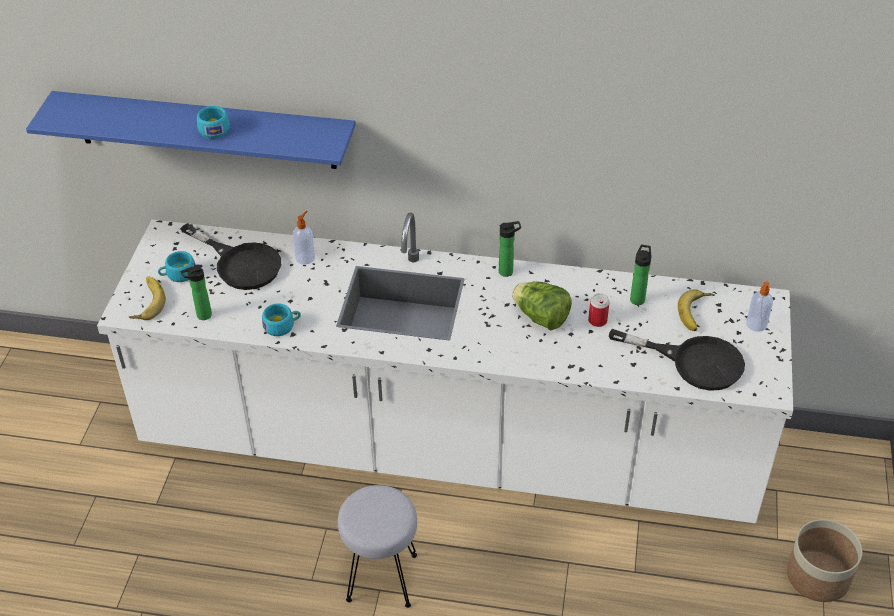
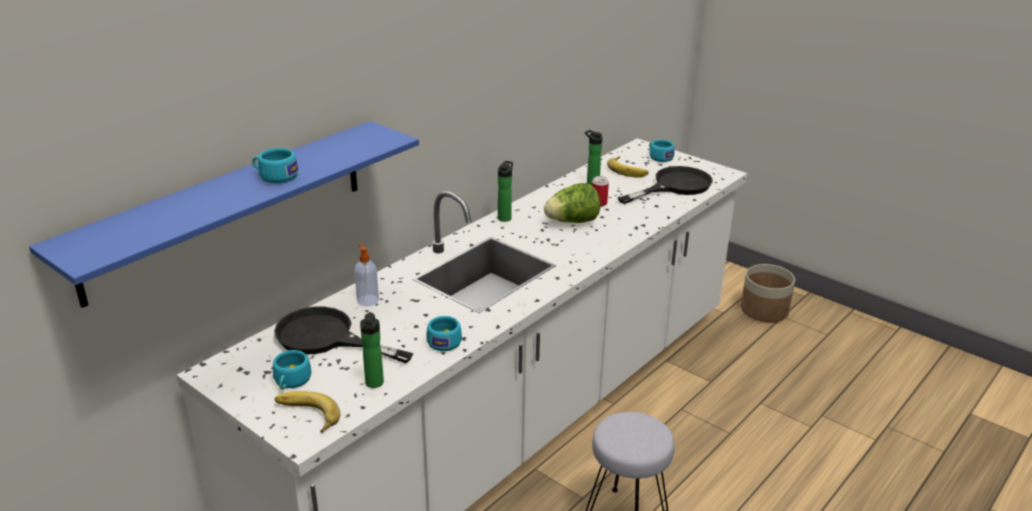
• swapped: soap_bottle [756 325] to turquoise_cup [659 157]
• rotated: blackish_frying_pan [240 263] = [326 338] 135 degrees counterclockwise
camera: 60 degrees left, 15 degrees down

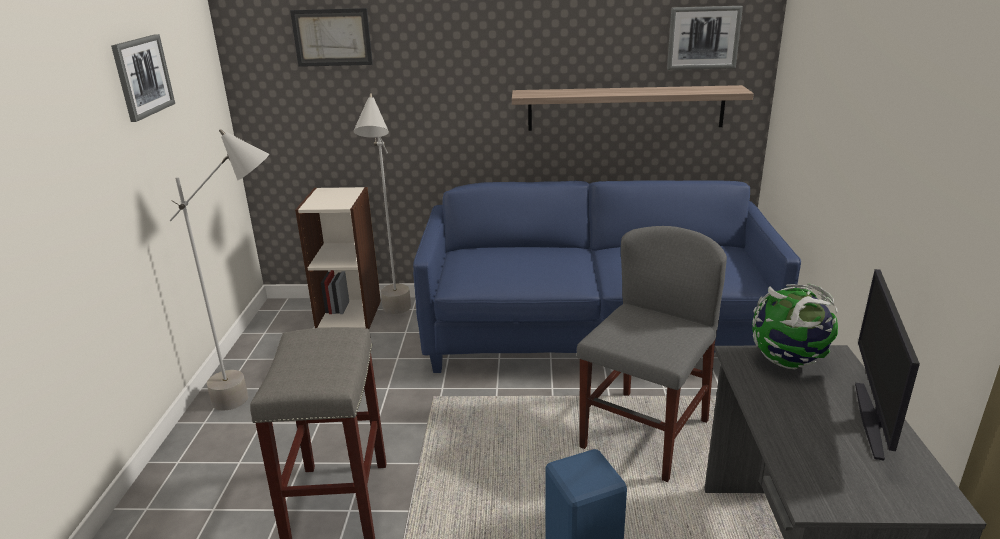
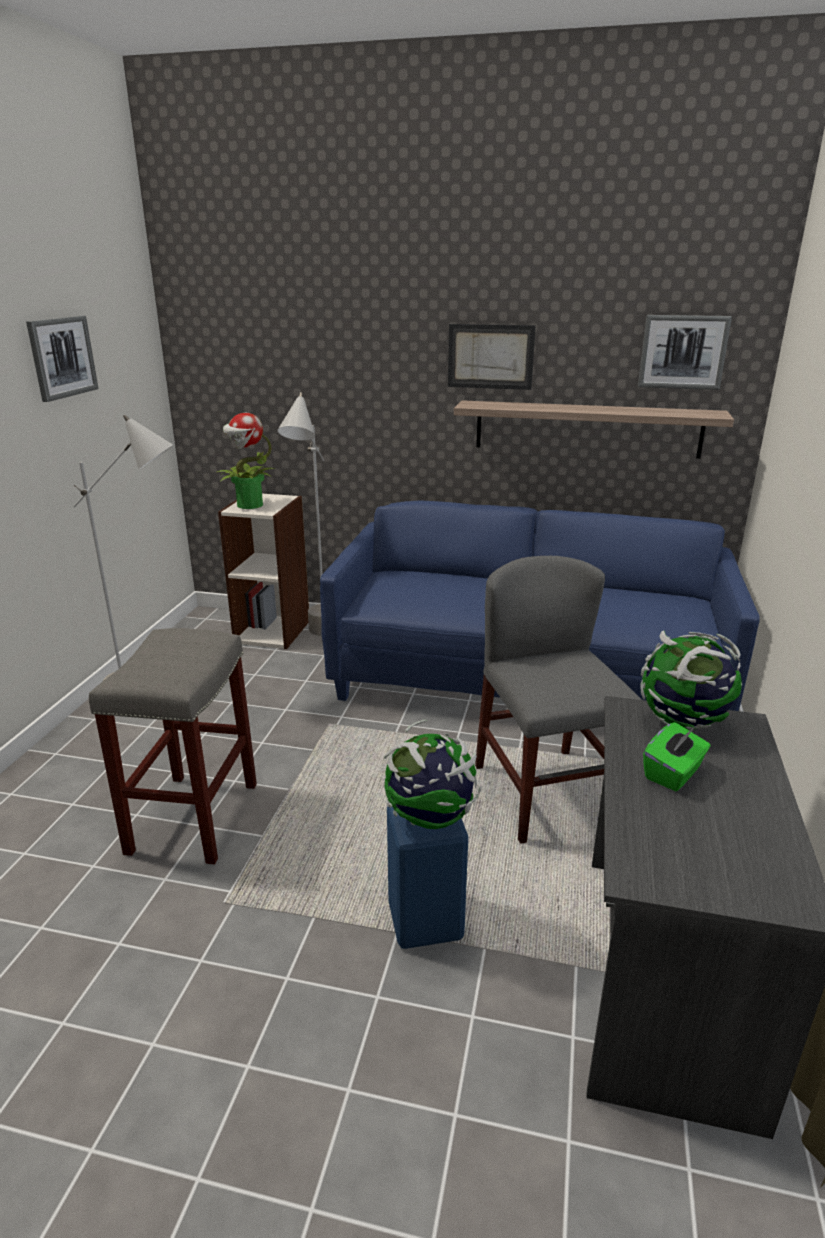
• gone: computer_display [873 420]
• new: houseplant [249 505]
• new: globe [430 818]
• new: greenish_tissue_box [673 773]
• shifted: wall_art [332 37] to [490 356]
• rotated: greyish_upright_chair [644 434] = [545 794] 60 degrees counterclockwise
camera: 10 degrees right, 0 degrees up

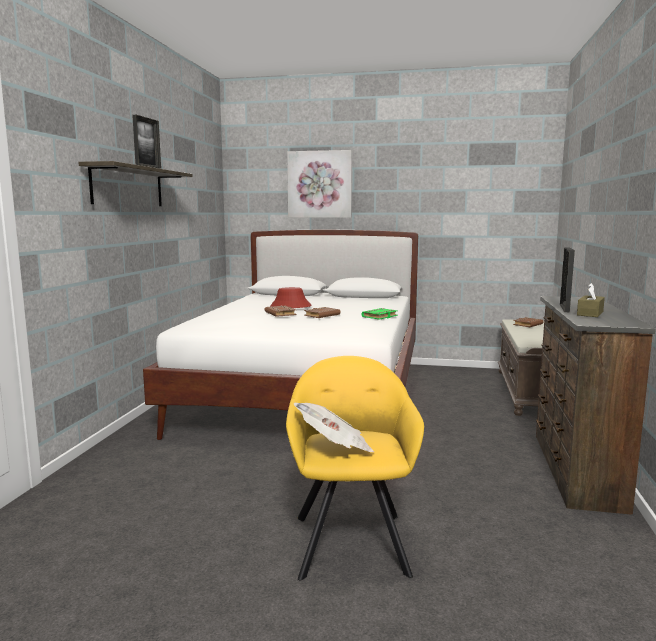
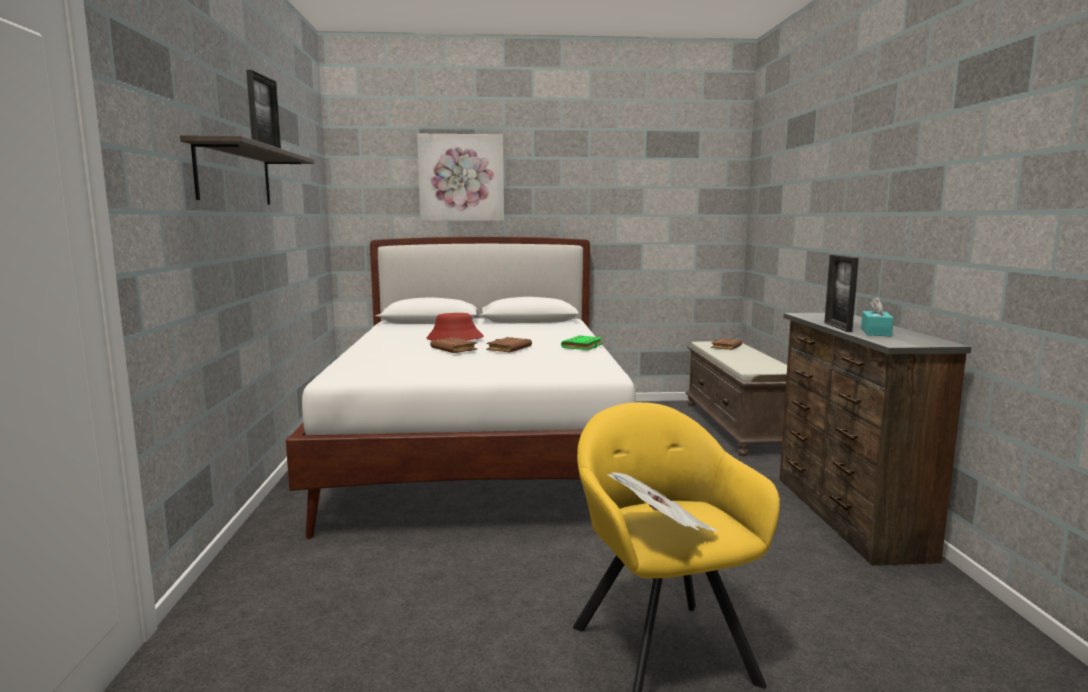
• repainted: brownish_tissue_box [590 313] to turquoise_tissue_box [875 332]
camera: 15 degrees left, 0 degrees up

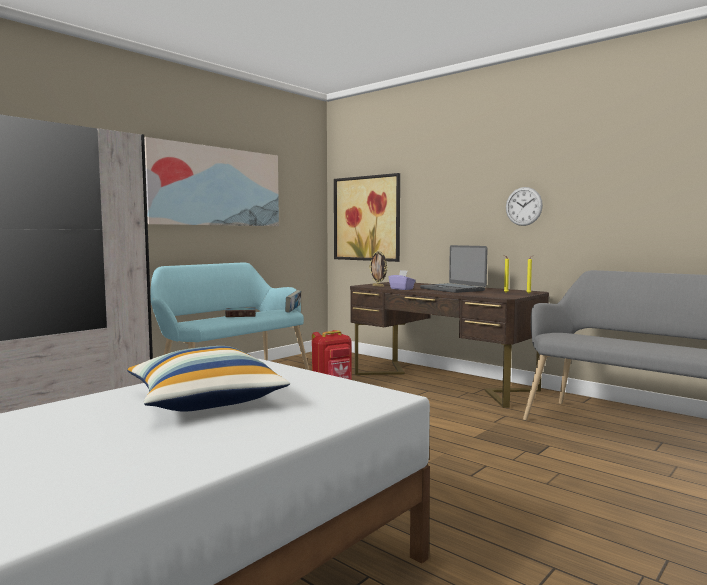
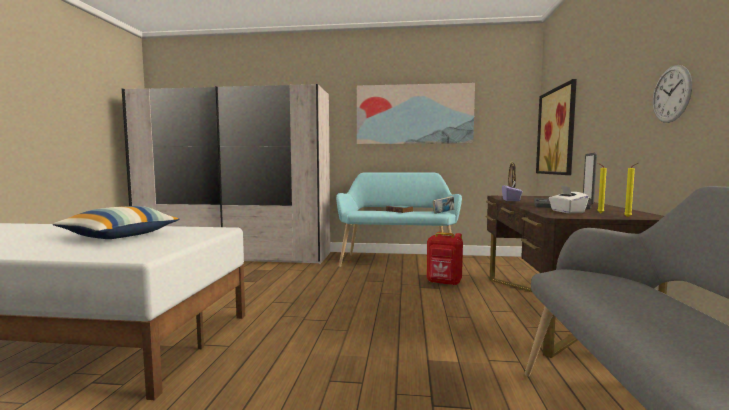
• new: whitish_tissue_box [566 212]
camera: 55 degrees right, 0 degrees up

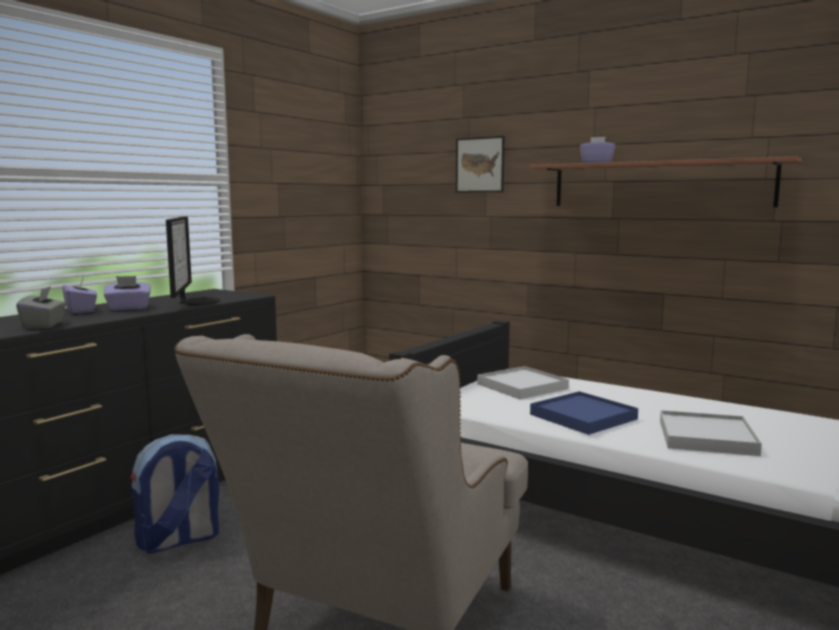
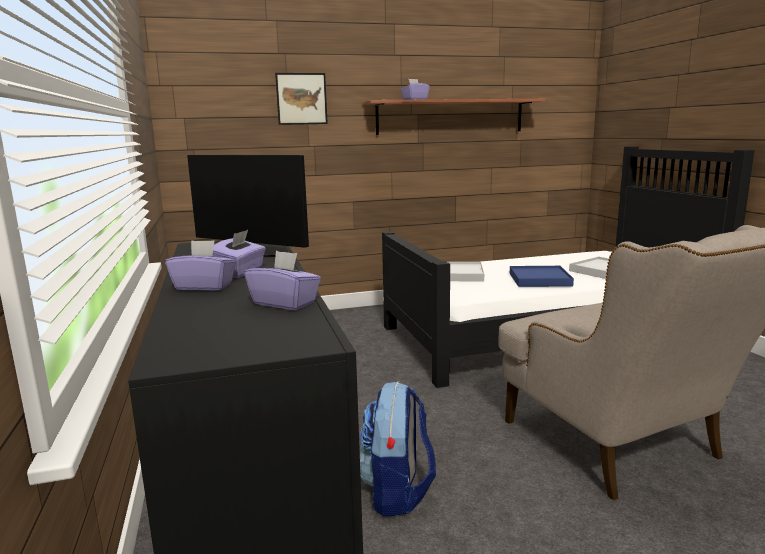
• repainted: greyish_tissue_box [44 325] to purple-coloured_tissue_box [285 303]
camera: 50 degrees left, 5 degrees up

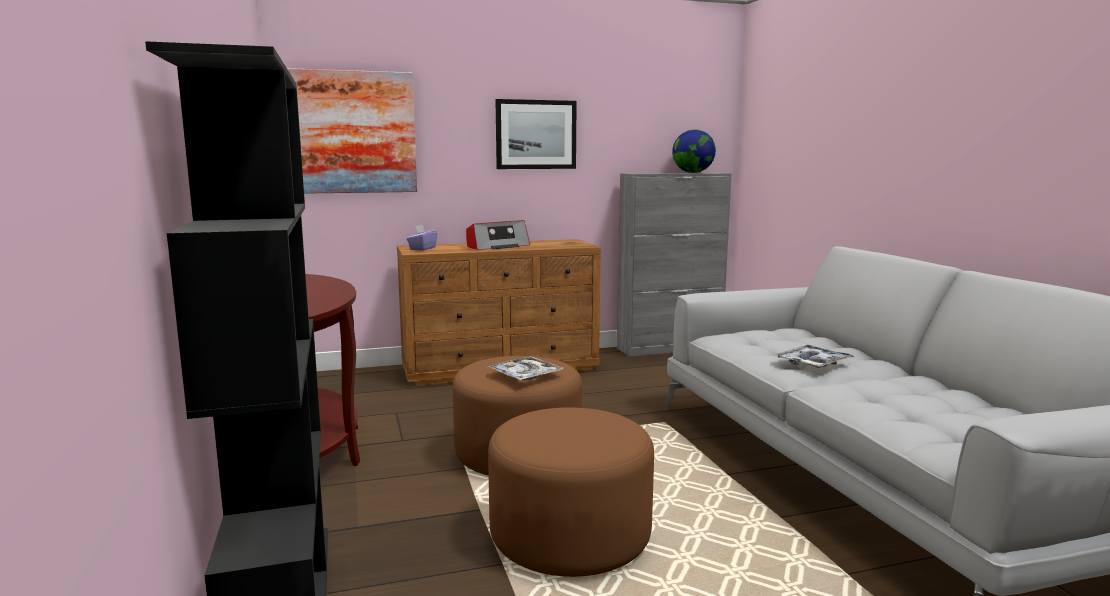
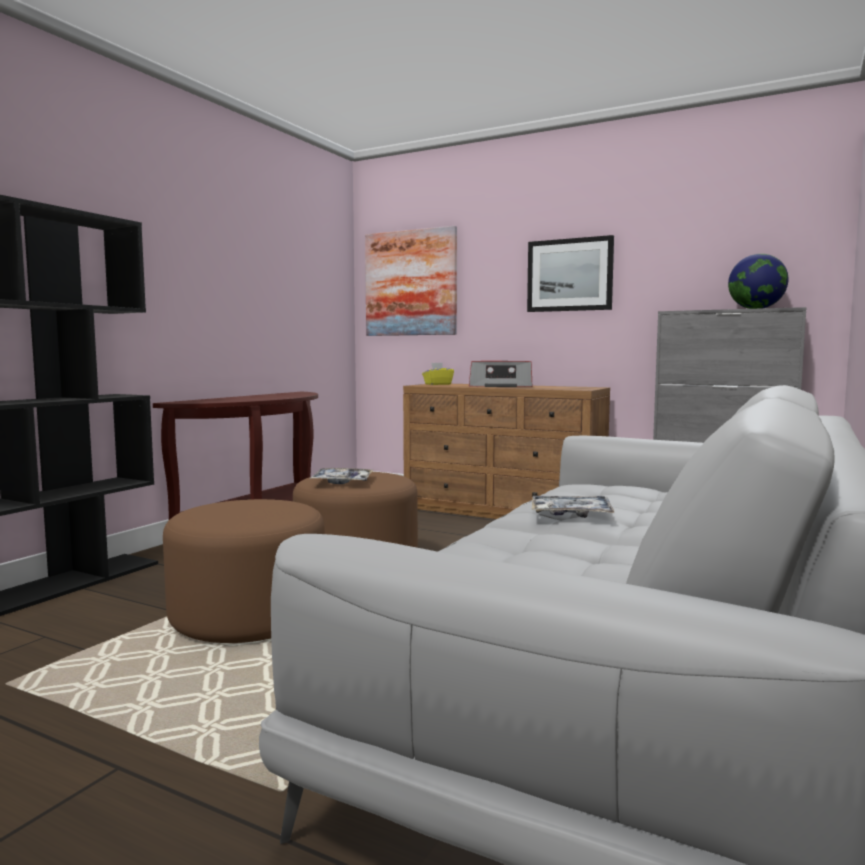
• repainted: purple-coloured_tissue_box [422 248] to yellow_tissue_box [437 384]
camera: 45 degrees right, 5 degrees down

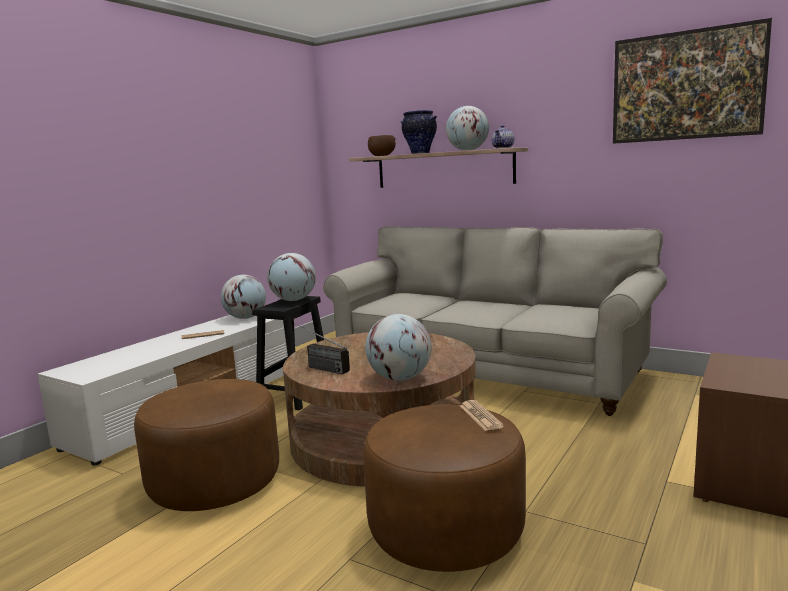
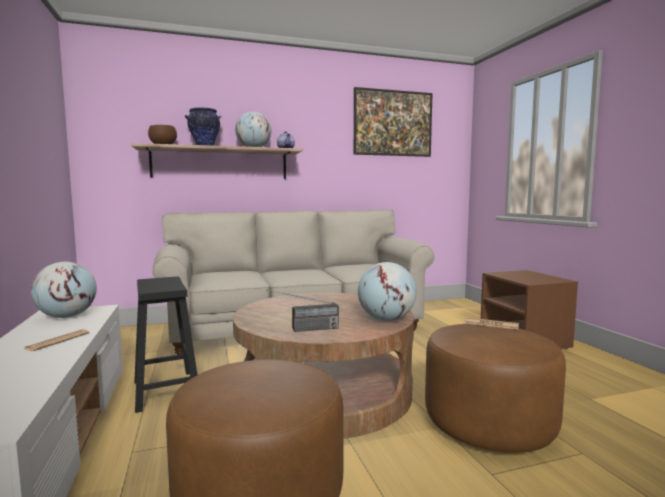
• gone: globe [293 300]
camera: 50 degrees left, 5 degrees down

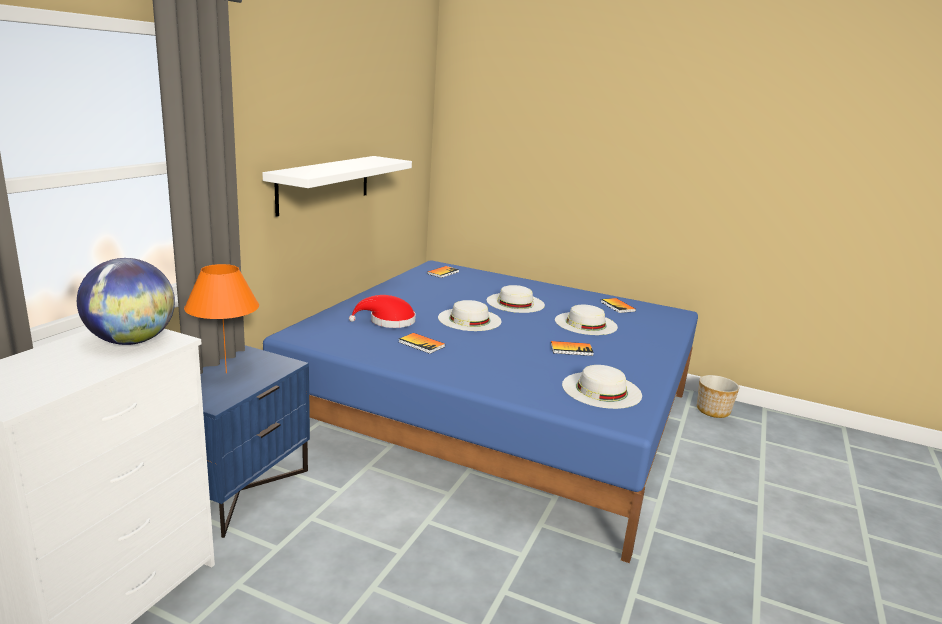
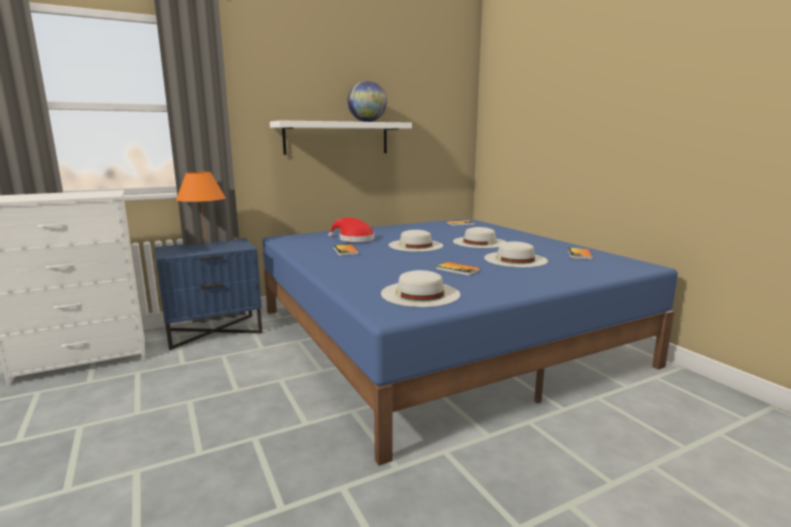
• gone: plant_pot [713 410]
• shifted: globe [131 341] to [367 122]
camera: 40 degrees right, 5 degrees down

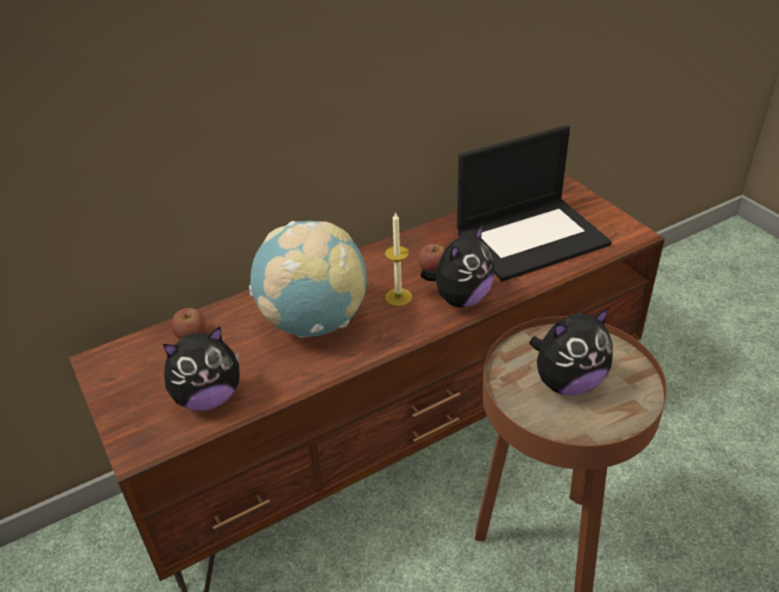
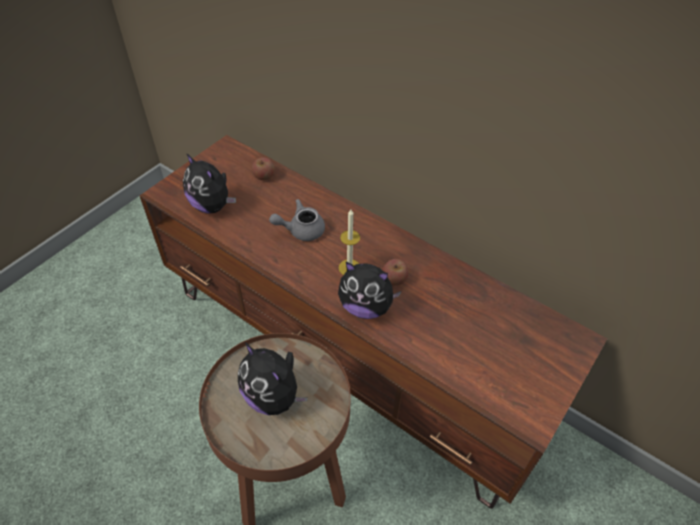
• gone: laptop [532 237]
• swapped: globe [314 322] to greyish_pot_for_tea [301 230]
camera: 65 degrees right, 10 degrees up

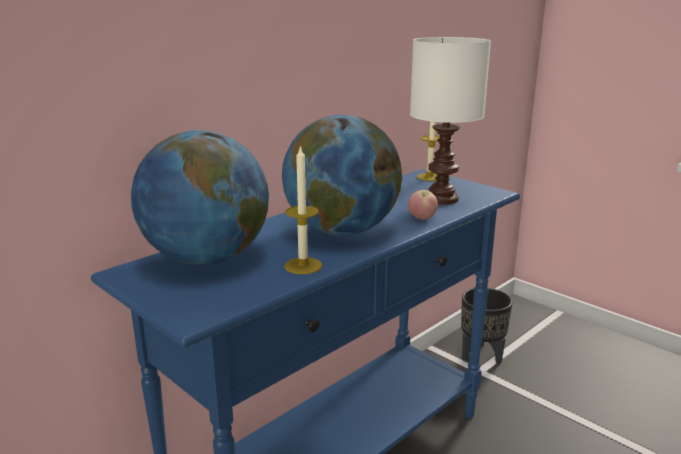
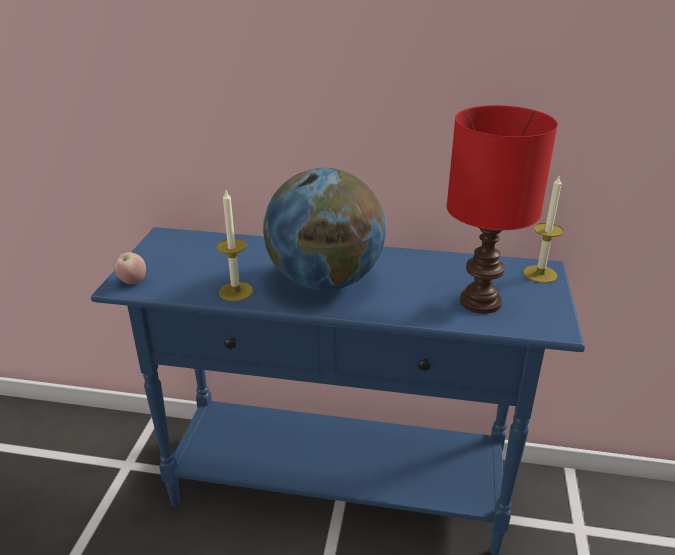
• gone: globe [206 259]
• gone: blackish_plant_pot [481 355]
• shifted: apple [422 219] to [132 282]
• repainted: whitish_lamp_for_a_table [439 199] to red_lamp_for_a_table [479 301]
camera: 55 degrees right, 10 degrees up

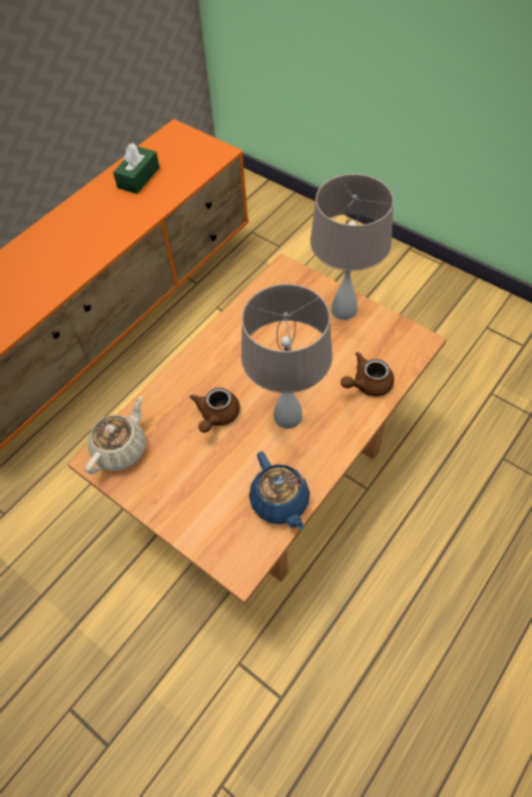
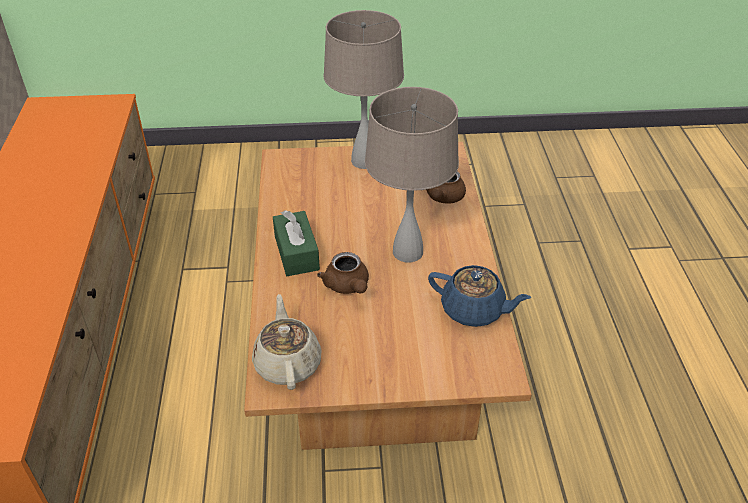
• shifted: greenish_tissue_box [138 178] to [296 253]
camera: 45 degrees left, 15 degrees down

